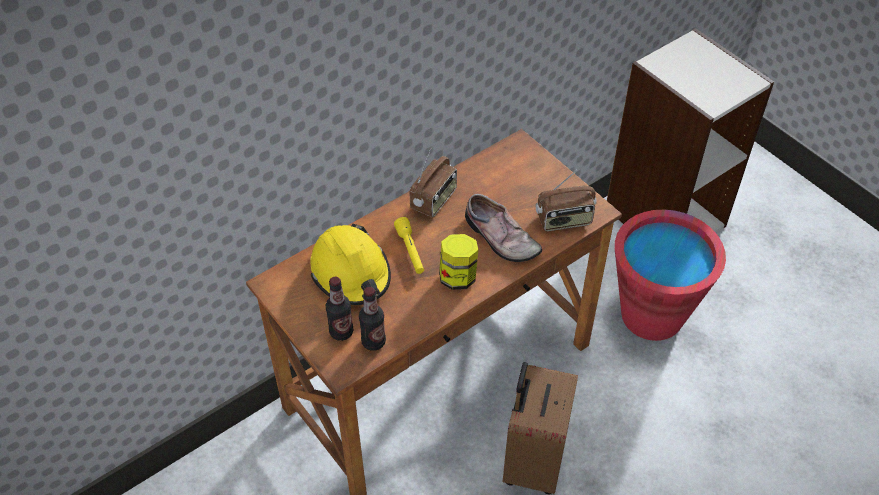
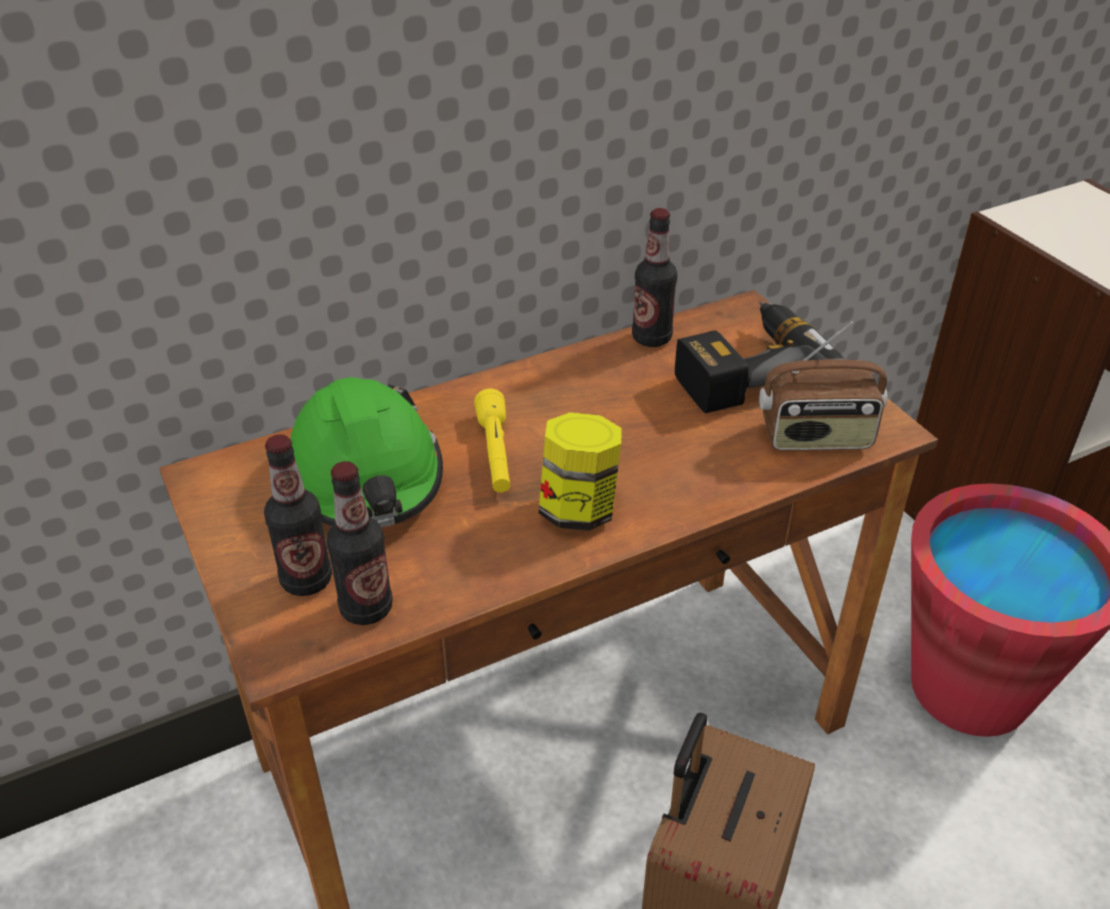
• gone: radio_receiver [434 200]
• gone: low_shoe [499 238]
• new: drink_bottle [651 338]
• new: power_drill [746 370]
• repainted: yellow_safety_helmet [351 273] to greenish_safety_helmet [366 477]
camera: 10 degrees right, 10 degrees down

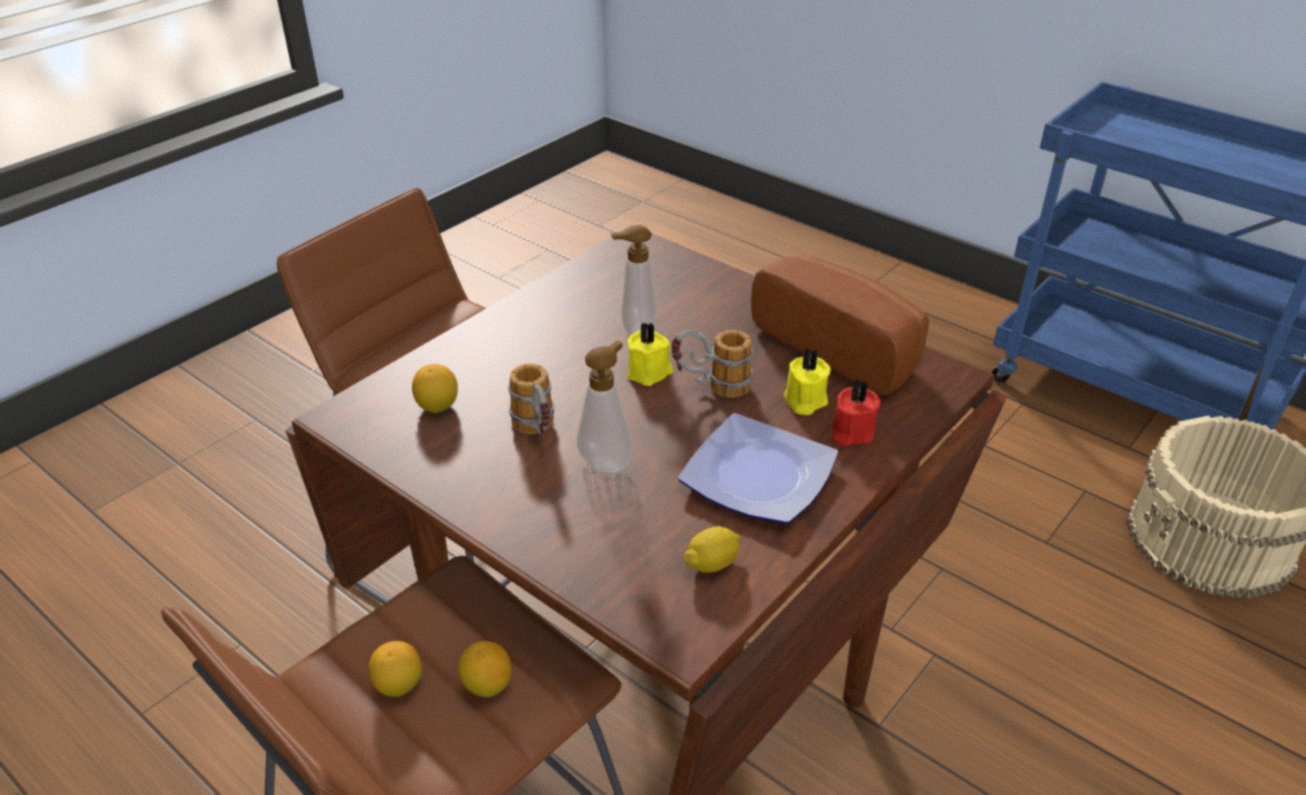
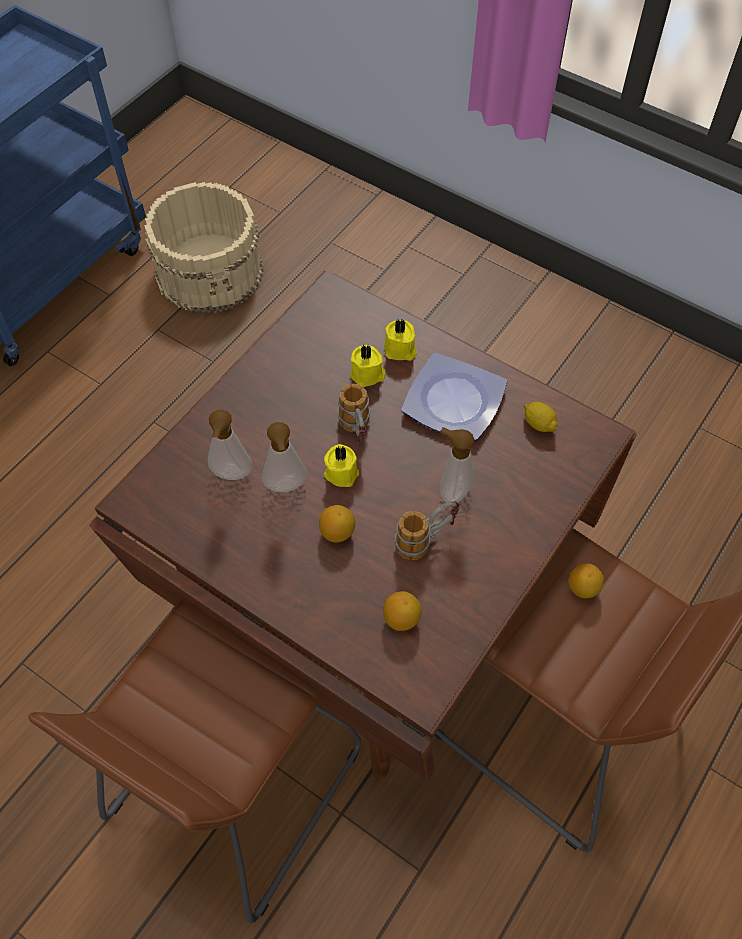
• gone: bakery_bread [842 346]
• new: soap_bottle [231 475]
• shifted: citrus_fruit [399 685] to [337 532]
• repainted: red_wax_candle [851 432] to yellow_wax_candle [400 350]
camera: 95 degrees left, 20 degrees up

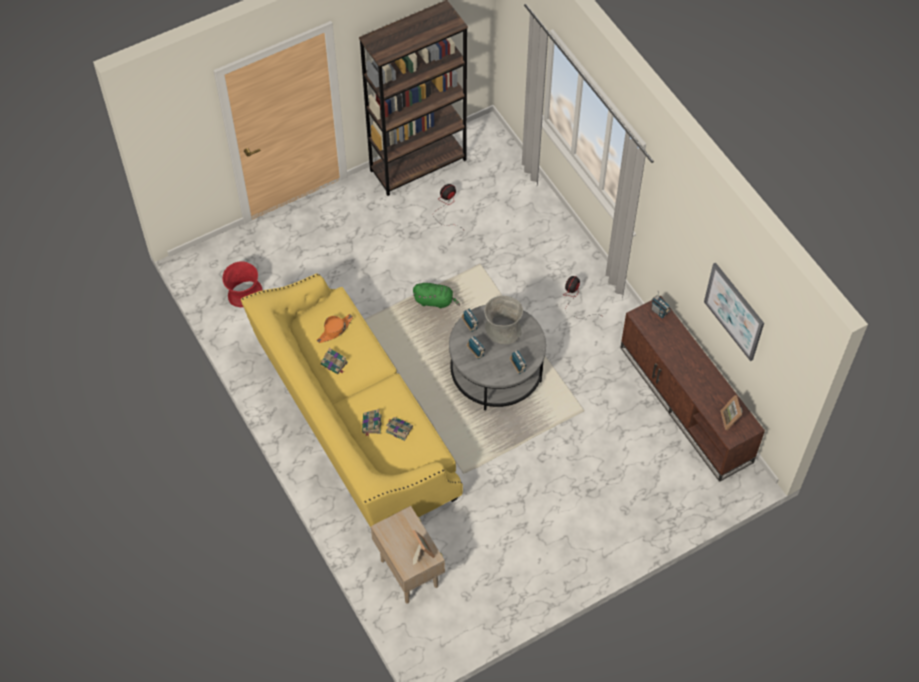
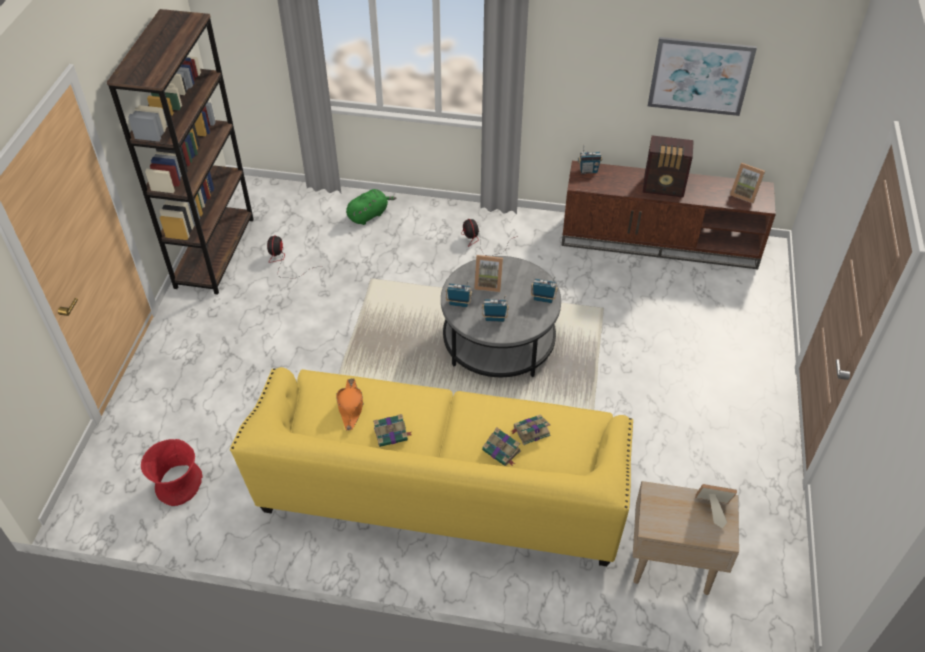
• new: radio_receiver [664 188]
• shifted: greenish_plush_toy [435 301] to [369 215]
• swapped: greyish_decorative_vase [503 329] to picture_frame [488 283]
camera: 50 degrees left, 10 degrees down

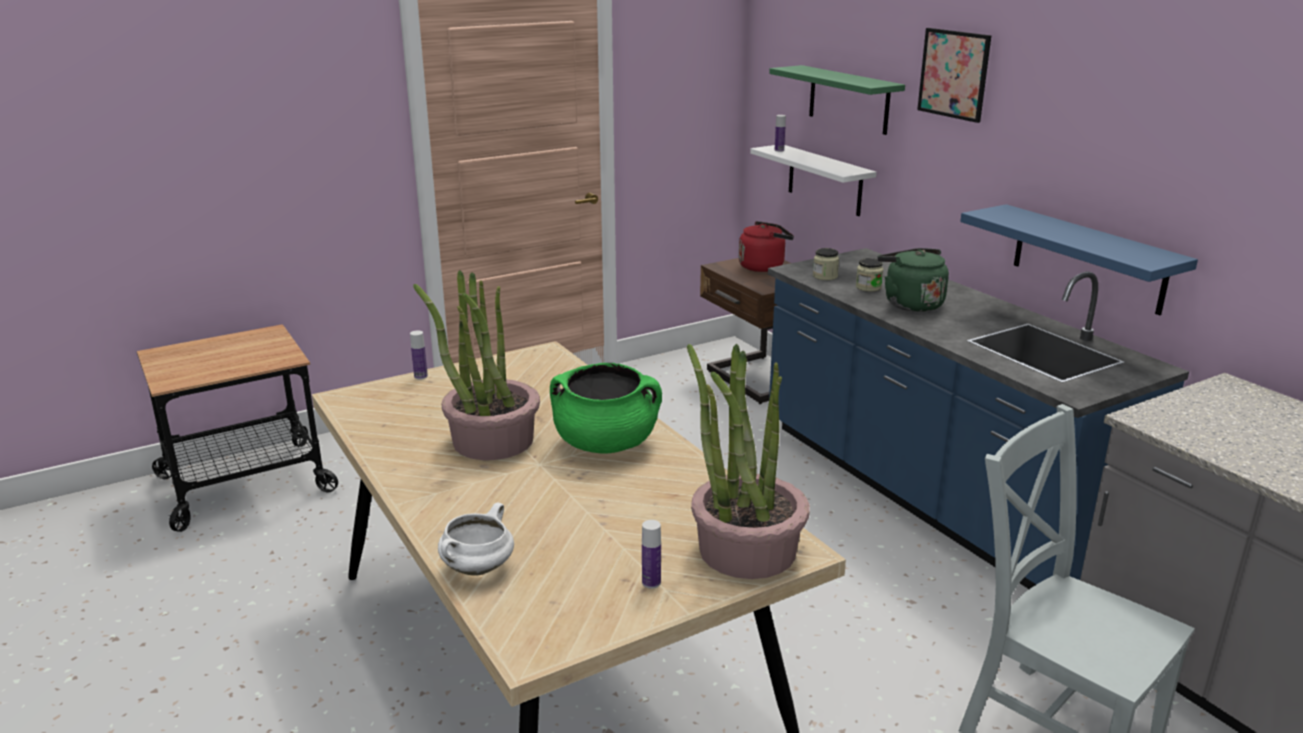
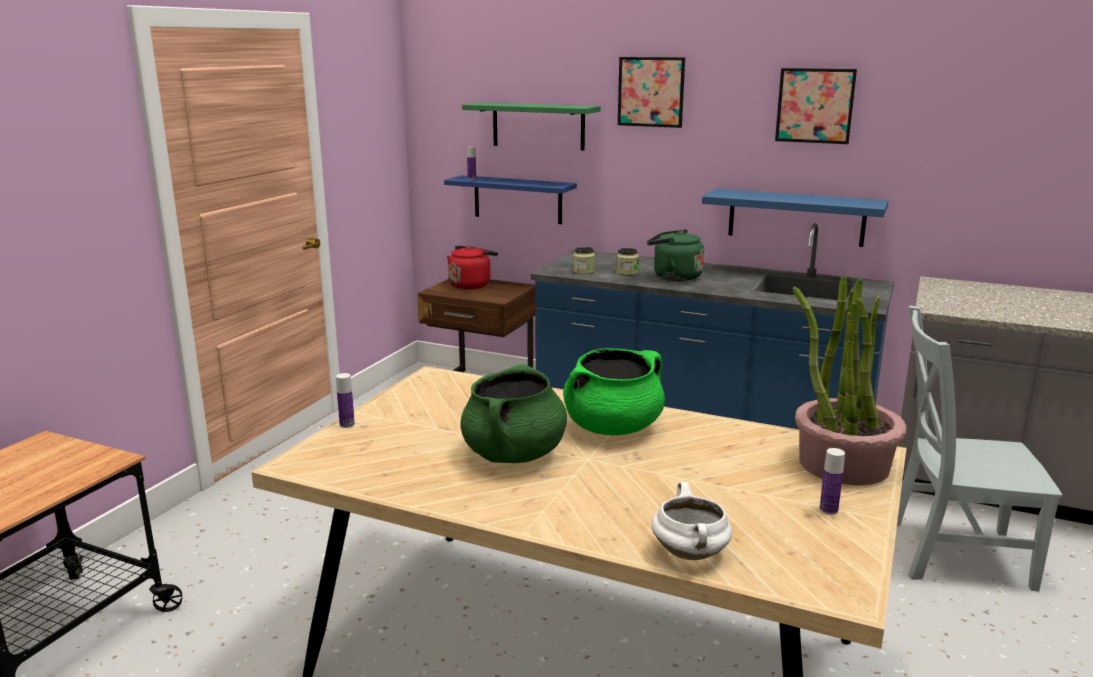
• new: wall_art [815 105]
• swapped: houseplant [492 440] to greenish_stockpot [514 454]
• repainted: whitish_bracket_shelf [825 180] to bluish_bracket_shelf [517 199]
camera: 35 degrees left, 5 degrees down

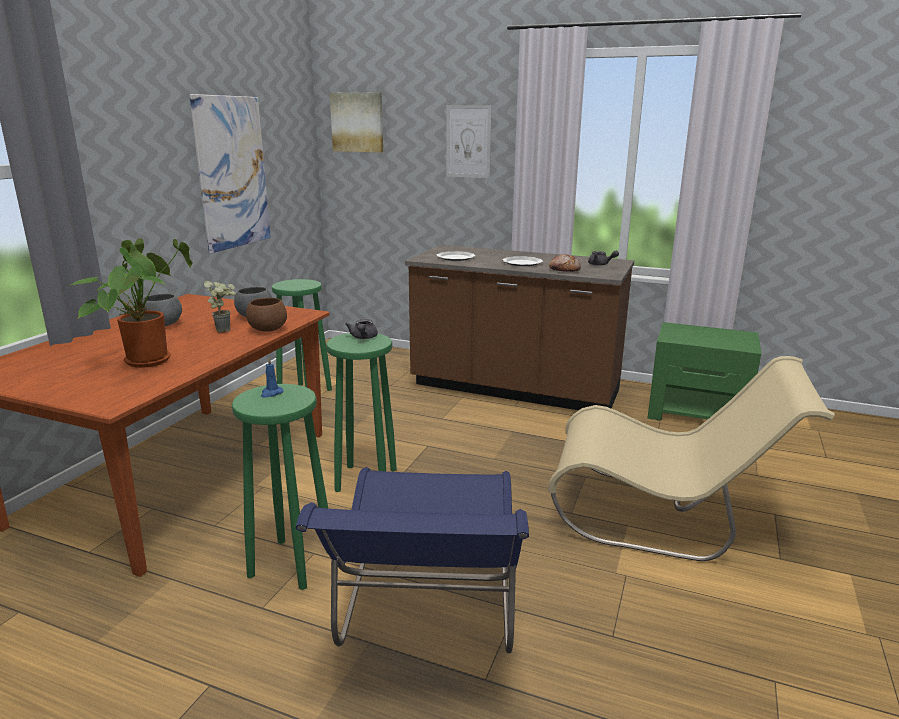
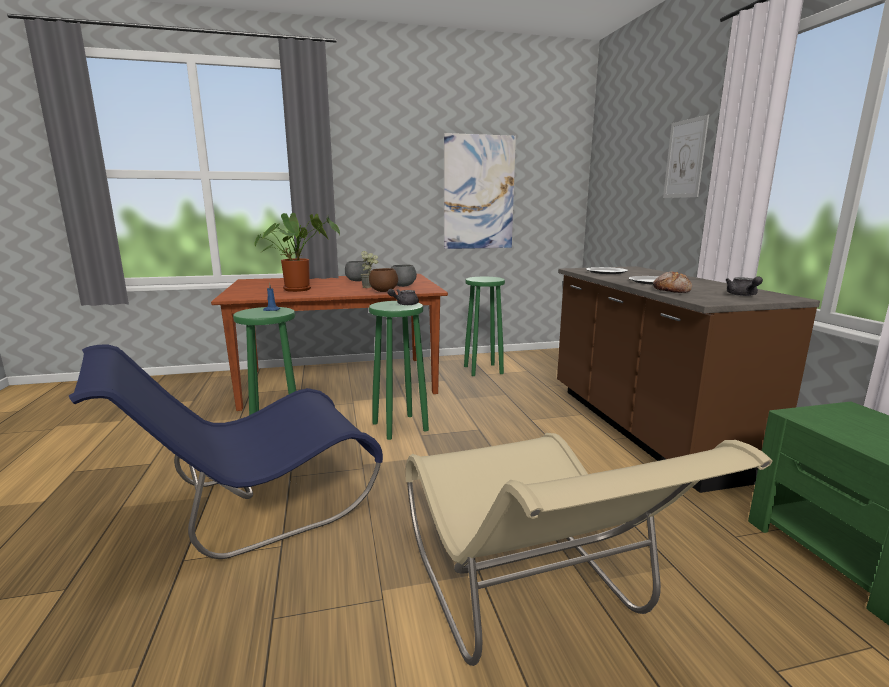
• gone: wall_art [357 122]
camera: 55 degrees right, 5 degrees down

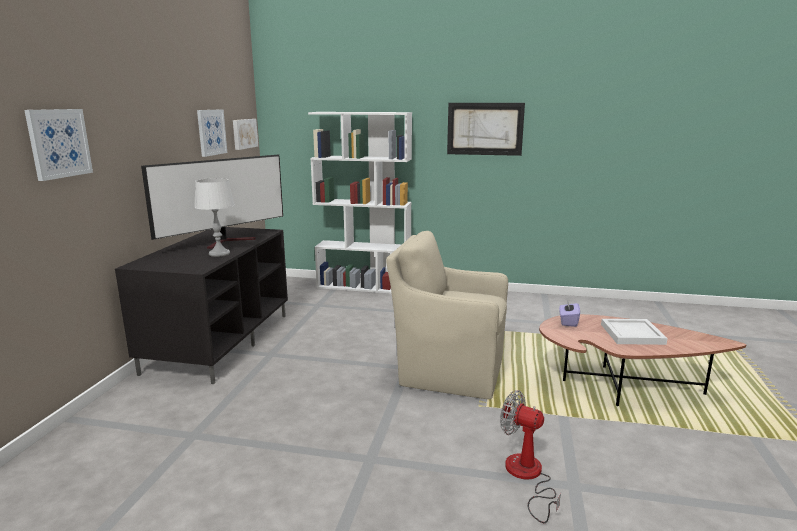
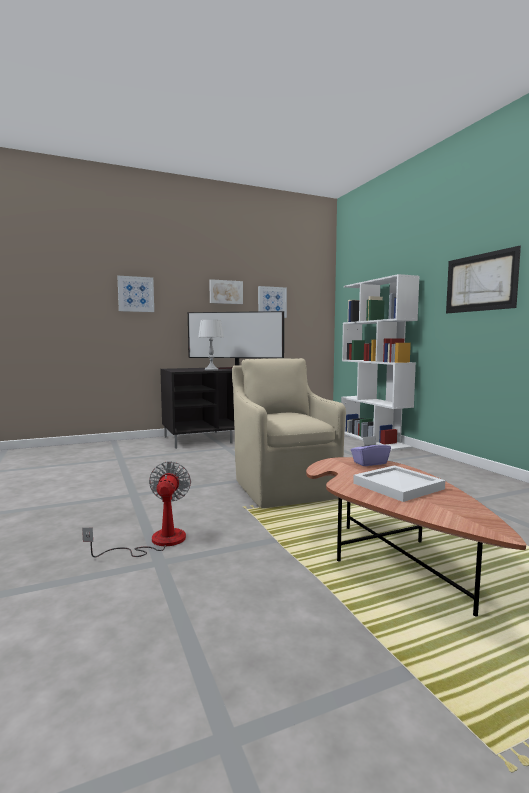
• shifted: wall_art [244 133] to [225 292]
camera: 55 degrees right, 10 degrees down

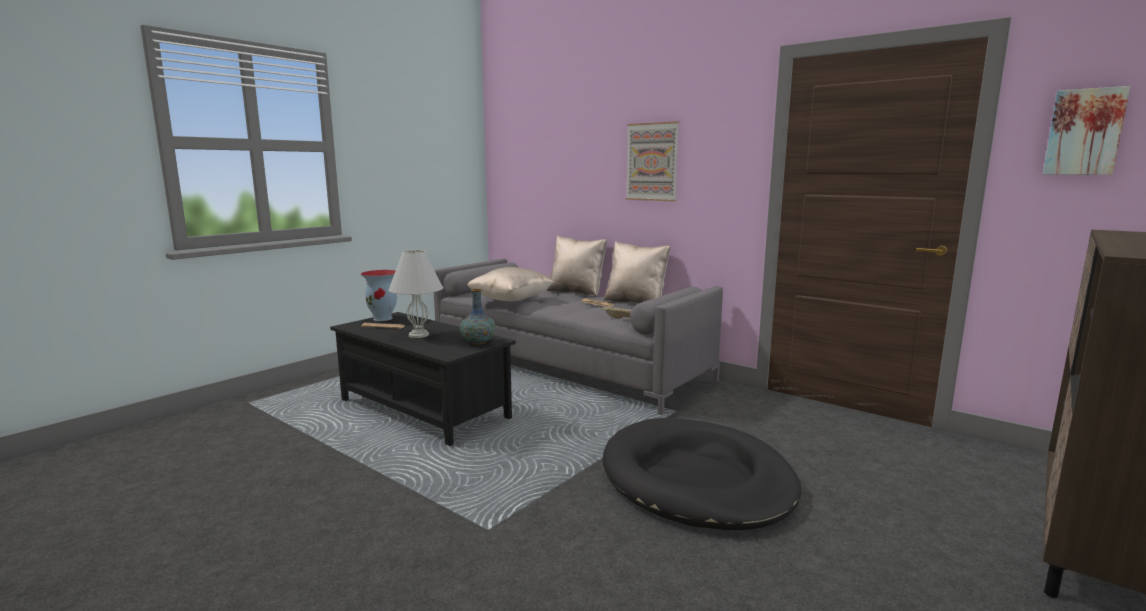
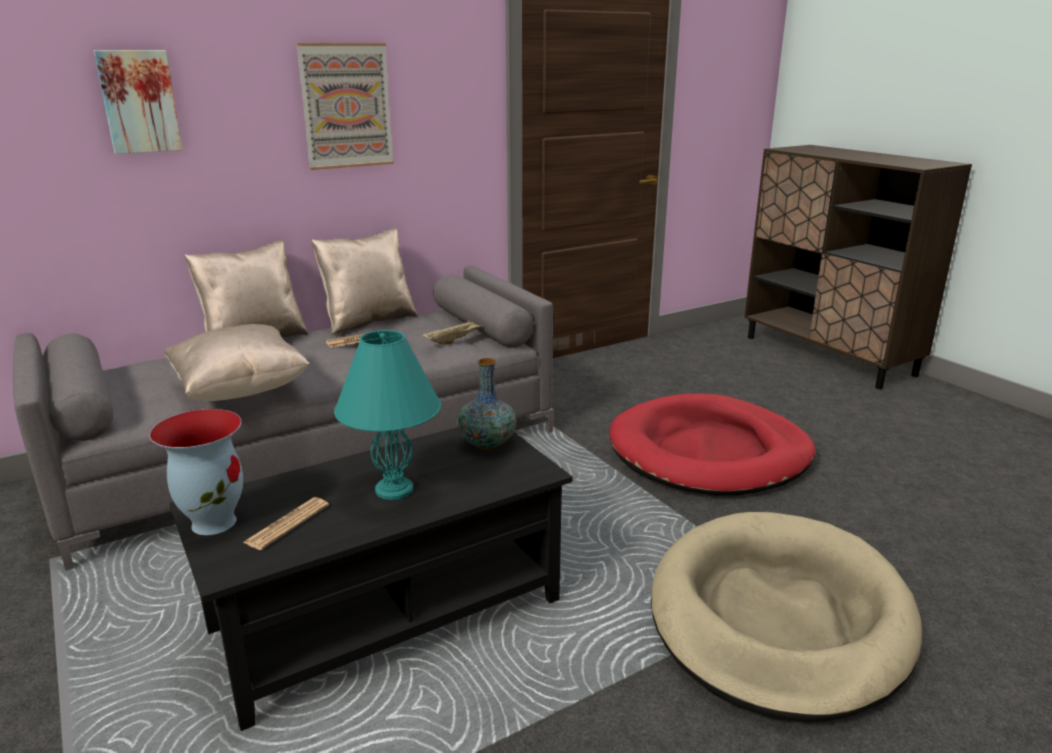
• new: beige_pet_bed [778 617]
• shifted: wall_art [1084 132] to [139 101]
• repainted: whitish_lamp_for_a_table [418 335] to turquoise_lamp_for_a_table [393 490]
• repainted: blackish_pet_bed [696 479] to red_pet_bed [709 452]
camera: 70 degrees left, 10 degrees up

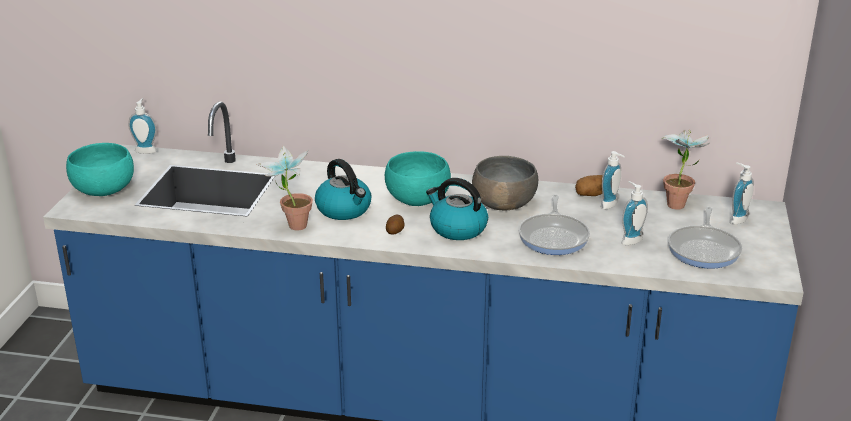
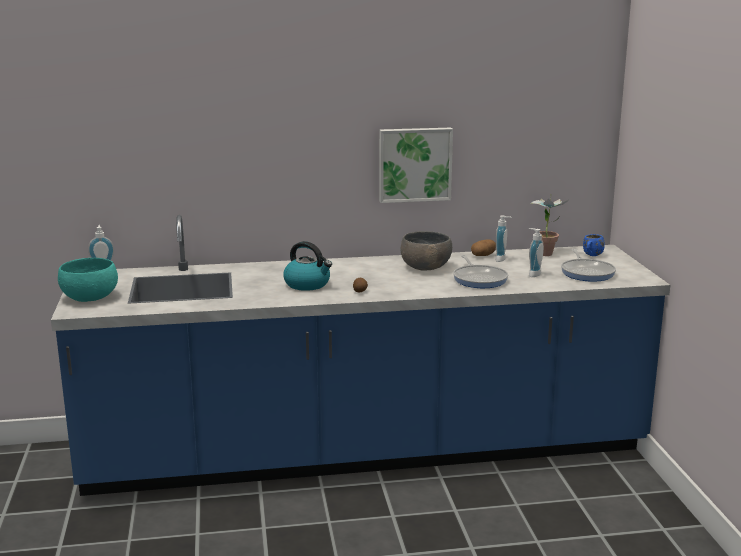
• gone: houseplant [290 227]
• gone: turquoise_serving_bowl [418 199]
• gone: water_kettle [457 228]
• new: wall_art [414 164]
• swapped: soap_bottle [736 219] to bluish_tea_mug [591 256]
camera: 20 degrees left, 10 degrees down

